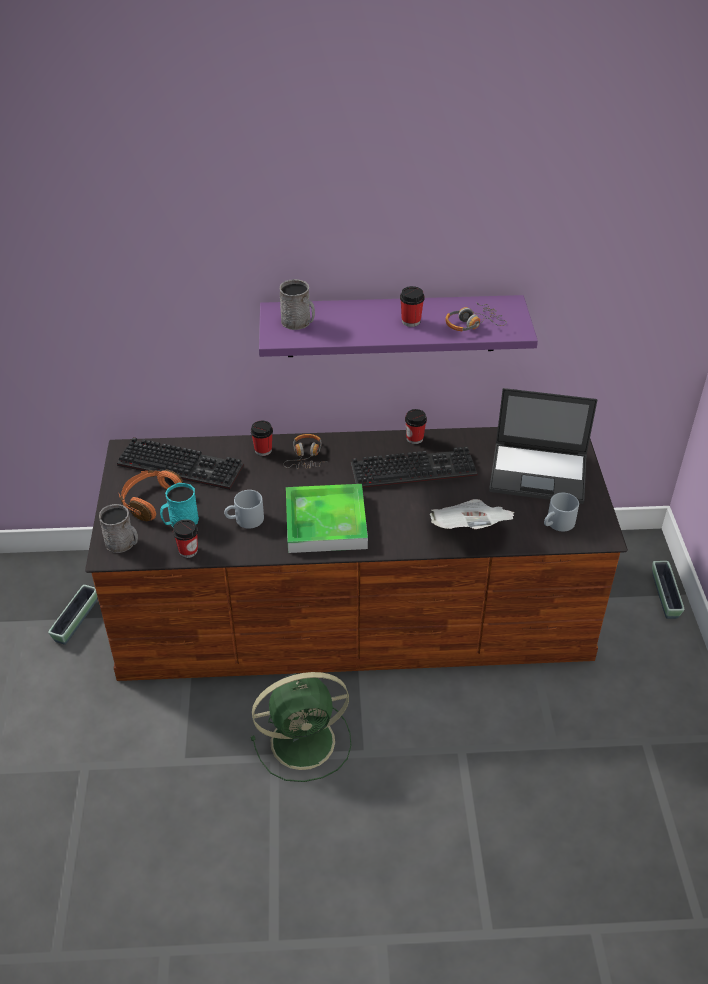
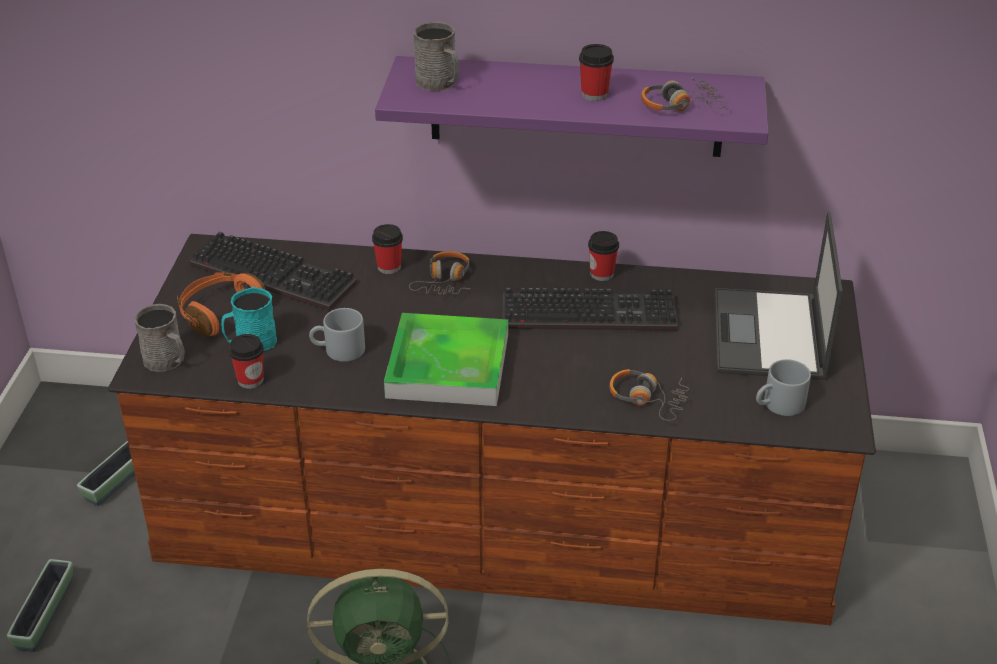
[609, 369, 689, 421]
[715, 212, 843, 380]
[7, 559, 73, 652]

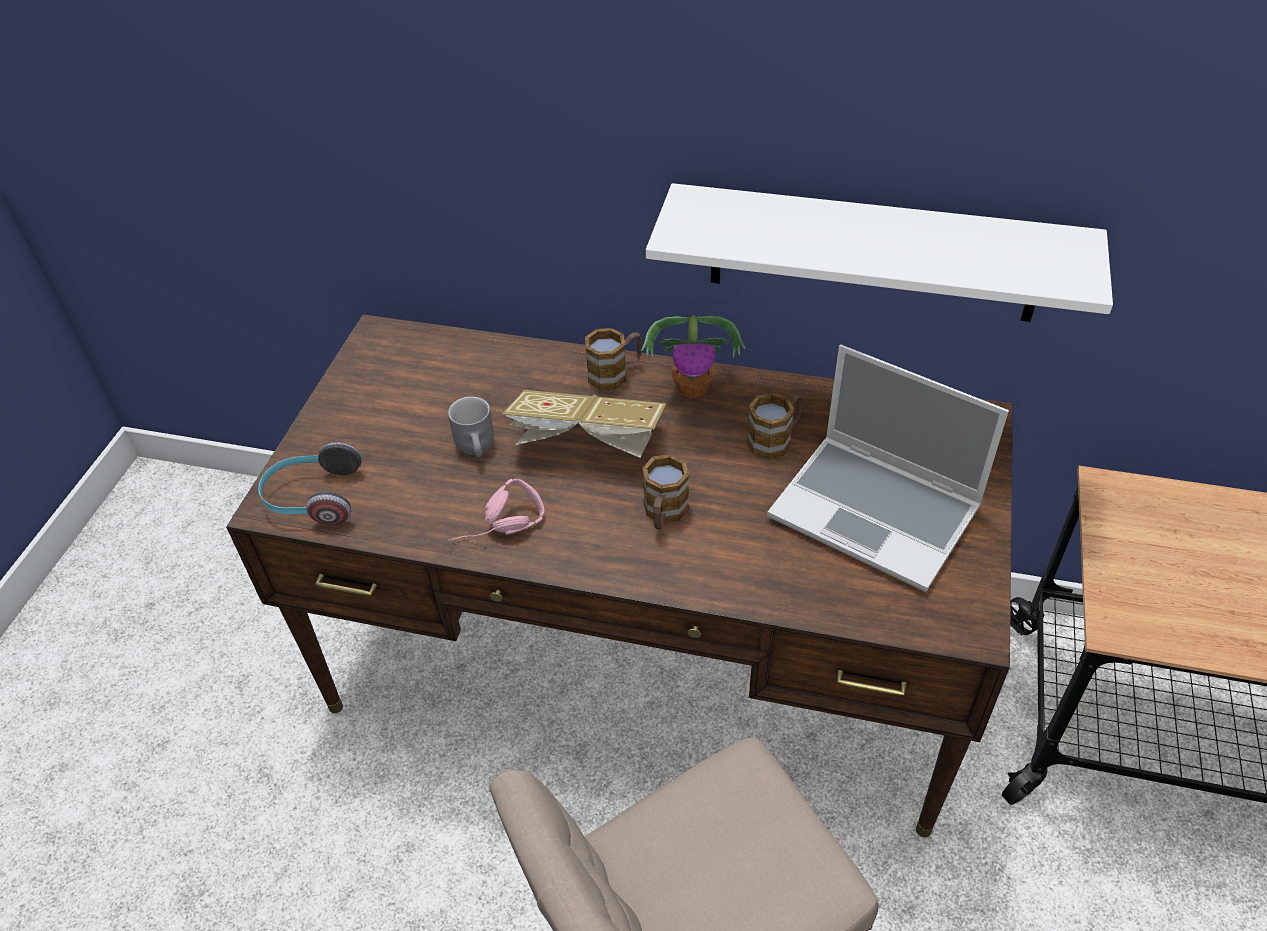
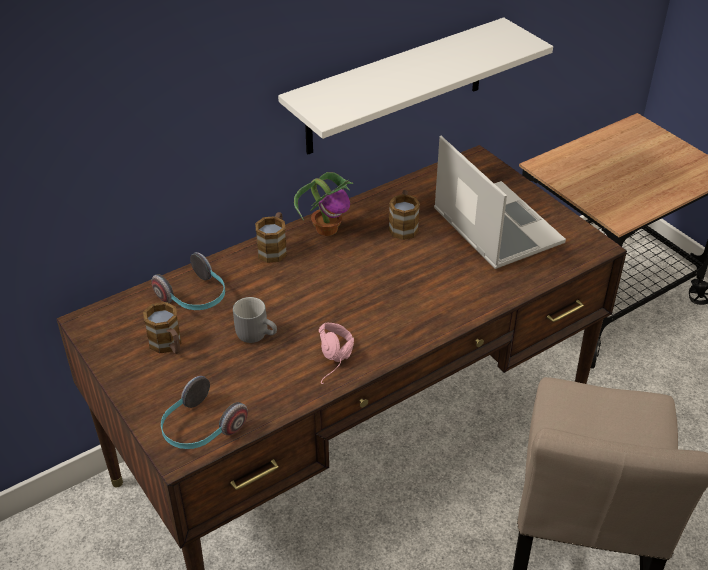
[502, 390, 666, 458] (first image)
[143, 302, 182, 354]
[434, 136, 566, 269]
[152, 252, 225, 310]

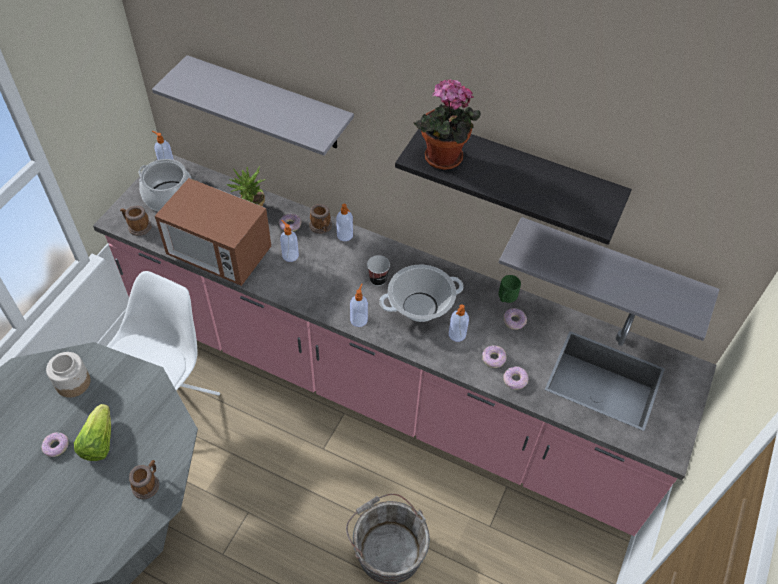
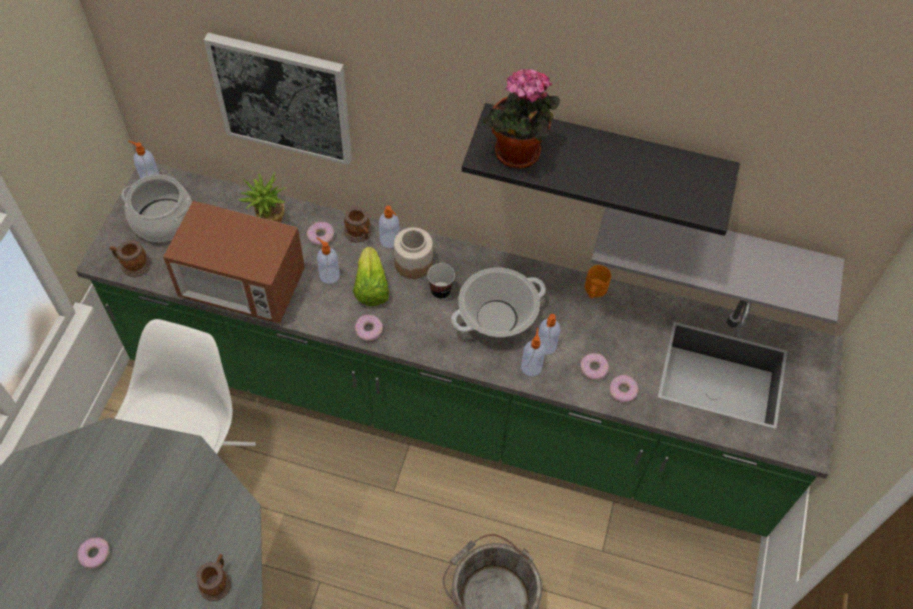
[394, 227, 433, 279]
[353, 247, 389, 306]
[76, 164, 843, 537]
[204, 33, 352, 165]
[521, 328, 545, 376]
[585, 265, 611, 298]
[355, 315, 383, 341]

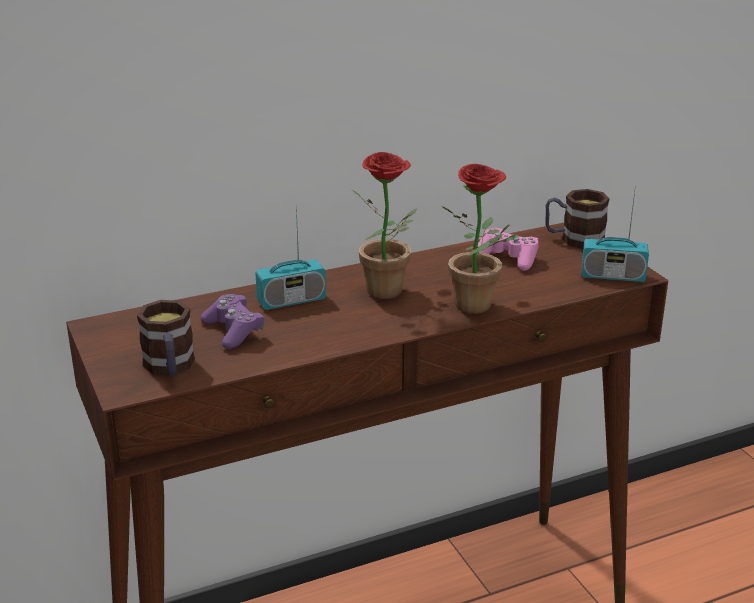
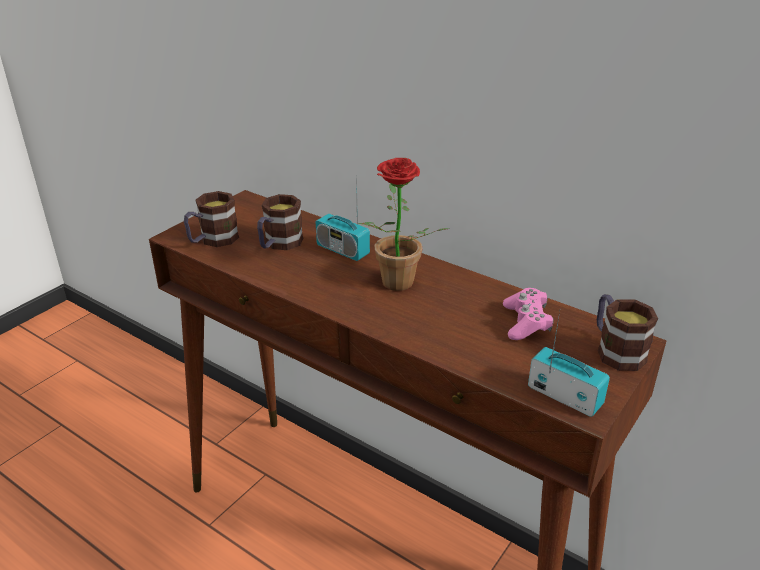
[257, 194, 303, 250]
[442, 164, 519, 314] (first image)
[528, 311, 610, 417]

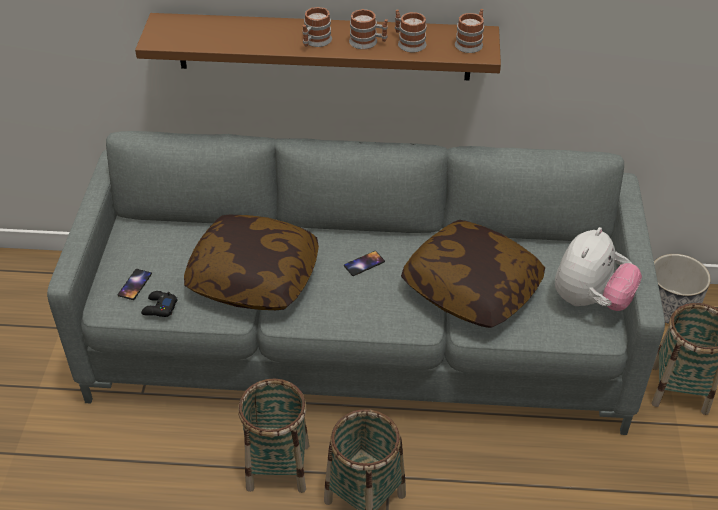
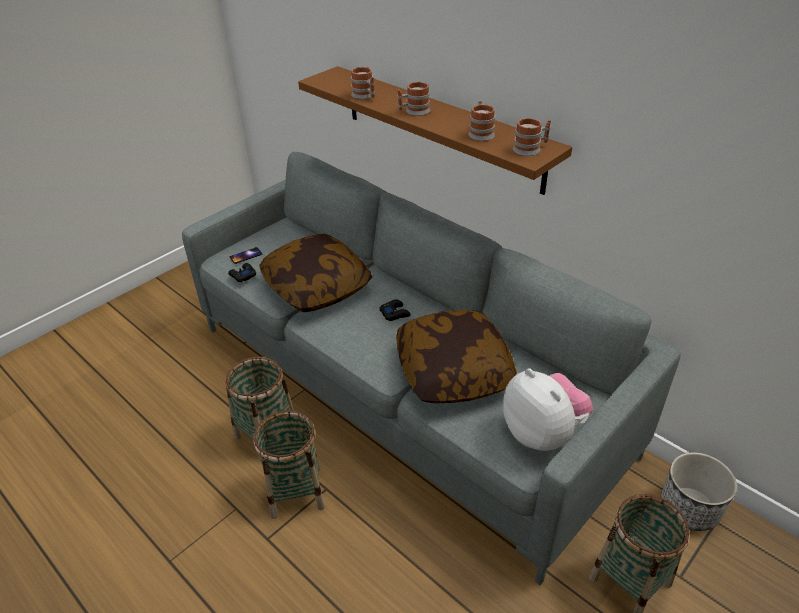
[379, 300, 411, 321]
[351, 67, 375, 99]
[503, 368, 593, 451]

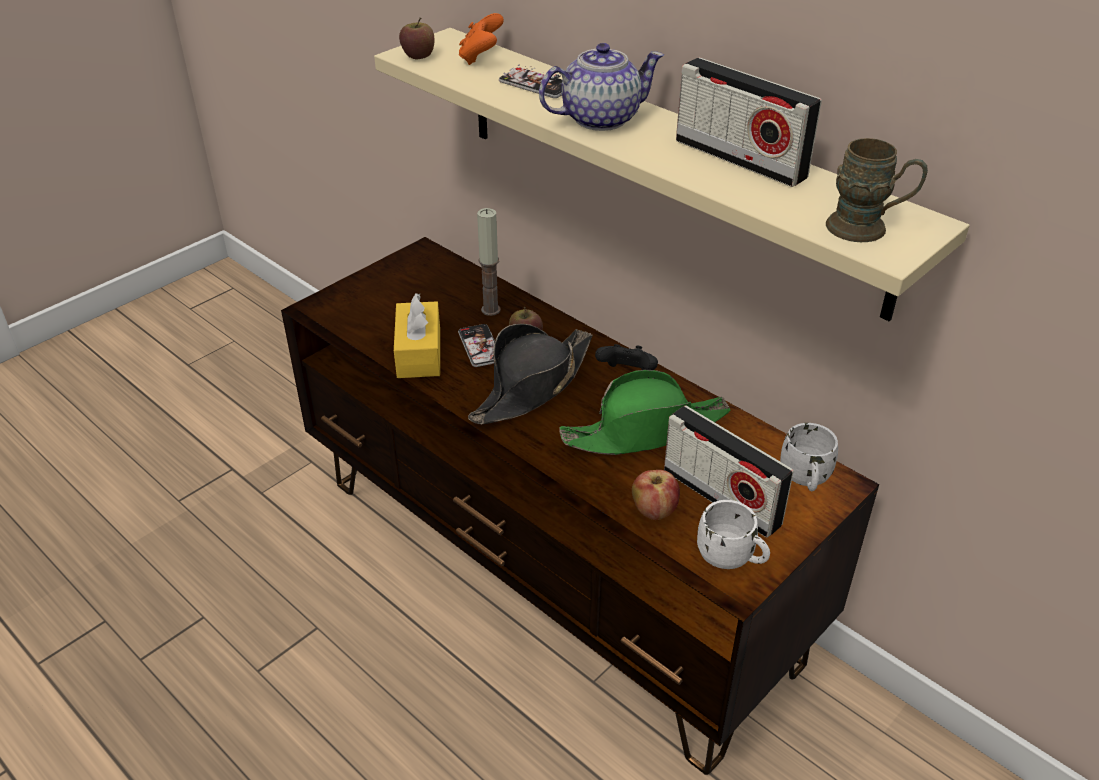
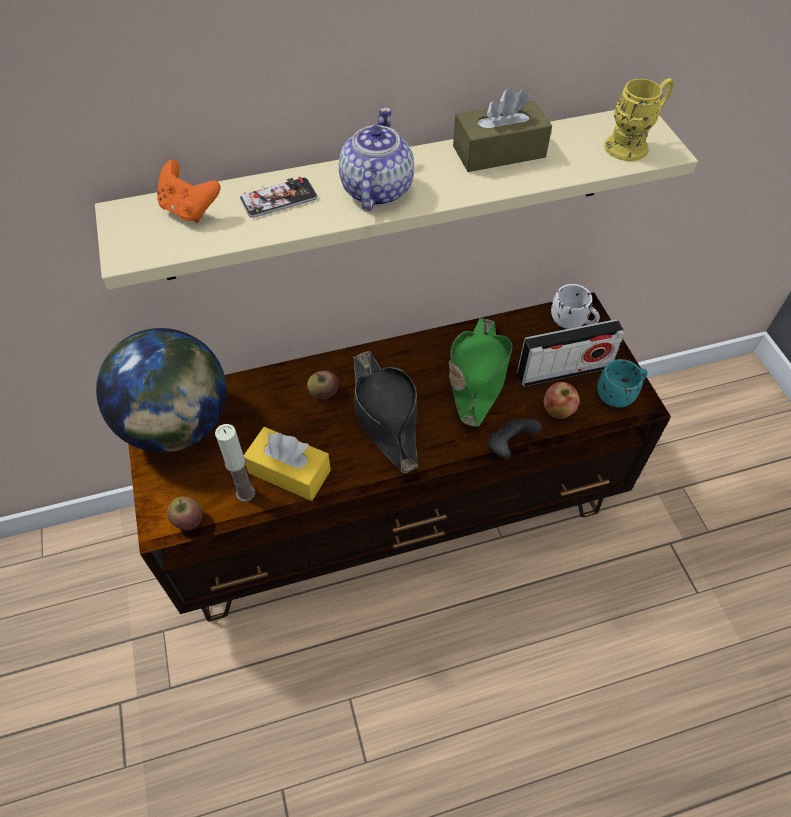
[167, 497, 202, 530]
[458, 324, 495, 367] (first image)
[215, 424, 255, 502]
[487, 419, 542, 458]
[453, 87, 552, 172]
[597, 359, 648, 408]
[604, 78, 674, 161]
[96, 328, 227, 452]

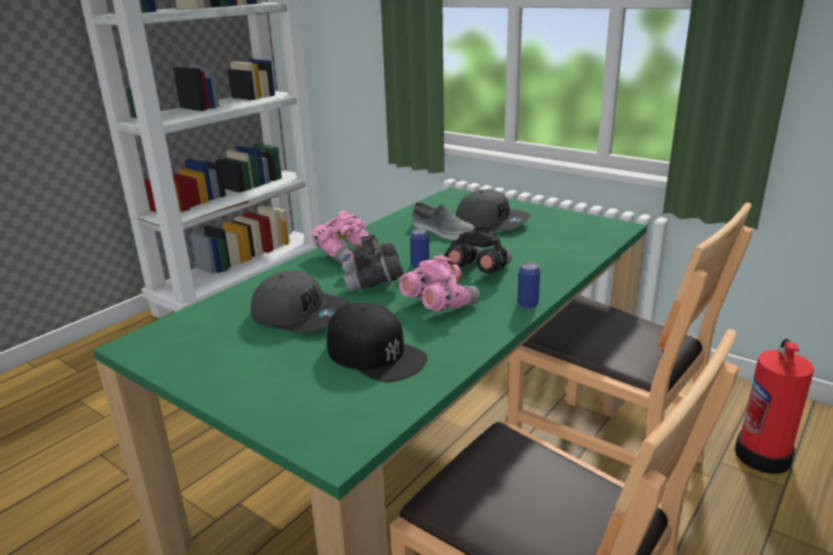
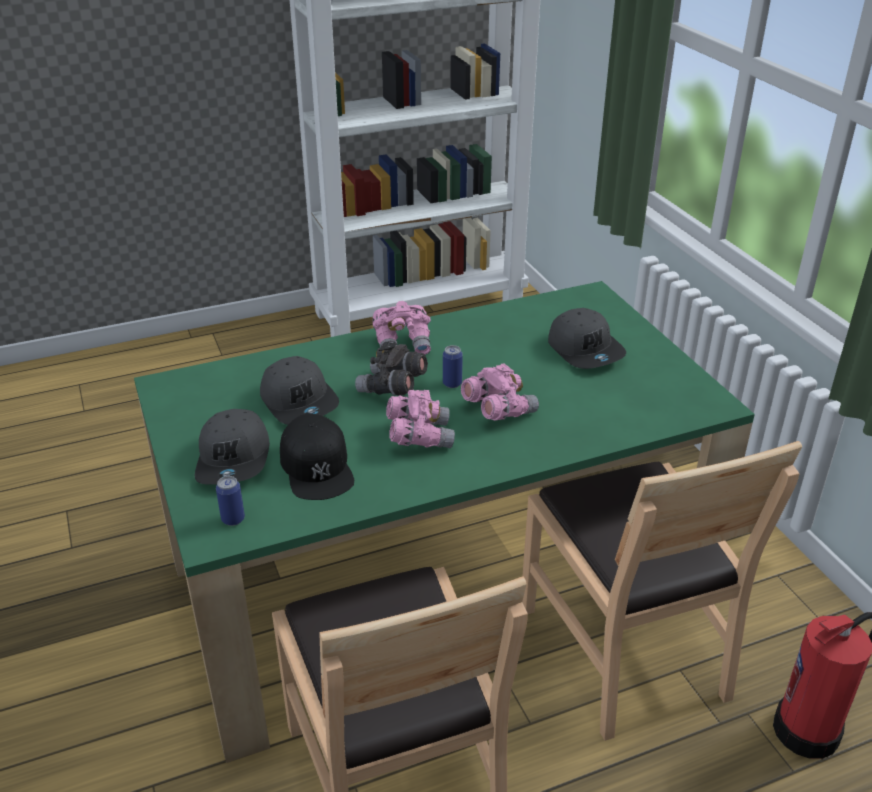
[413, 202, 475, 240] (first image)
[461, 363, 539, 421]
[216, 476, 245, 526]
[194, 409, 270, 485]

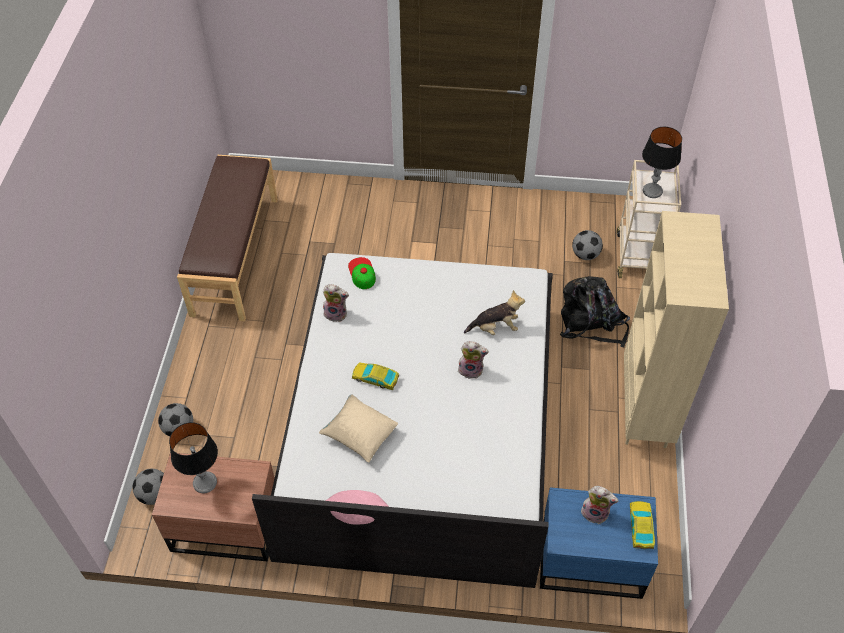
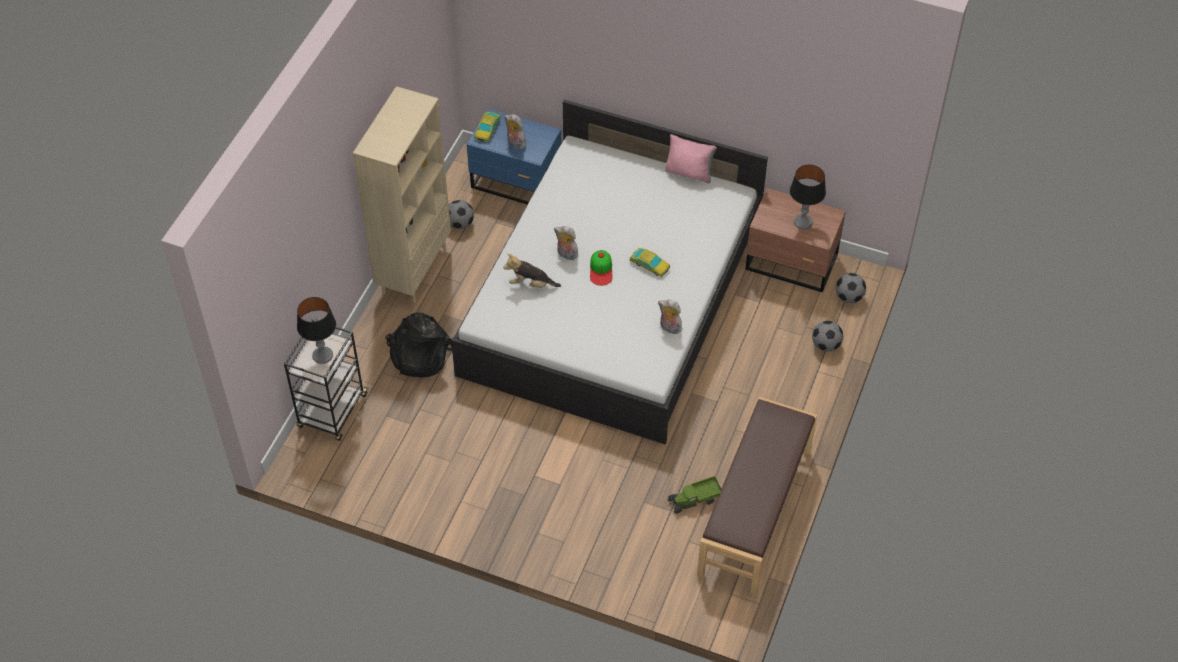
[319, 395, 398, 463] (first image)
[590, 250, 613, 286]
[449, 200, 474, 229]
[284, 319, 369, 441]
[668, 476, 721, 514]

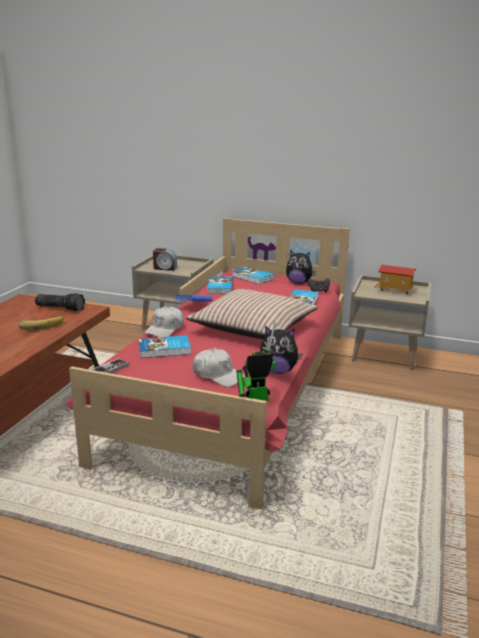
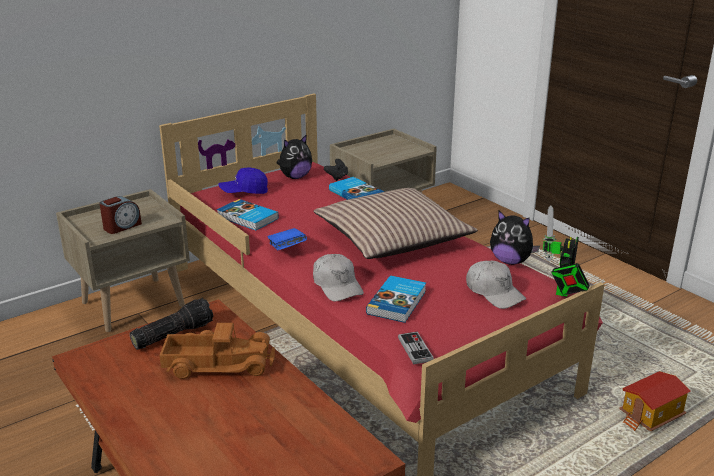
[159, 323, 275, 379]
[466, 260, 526, 309]
[218, 167, 268, 194]
[490, 211, 540, 265]
[619, 371, 691, 431]

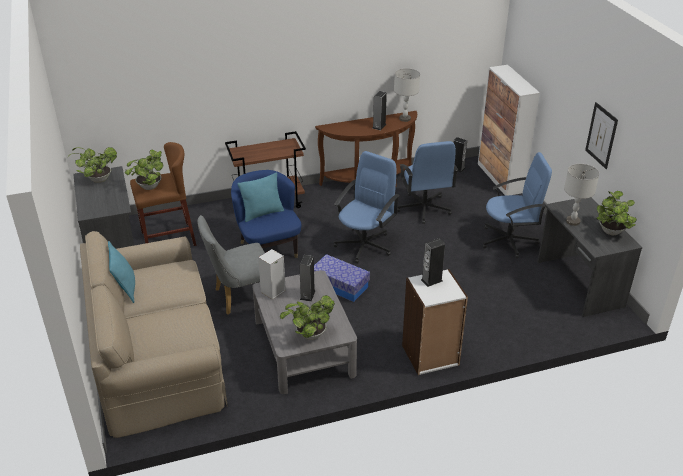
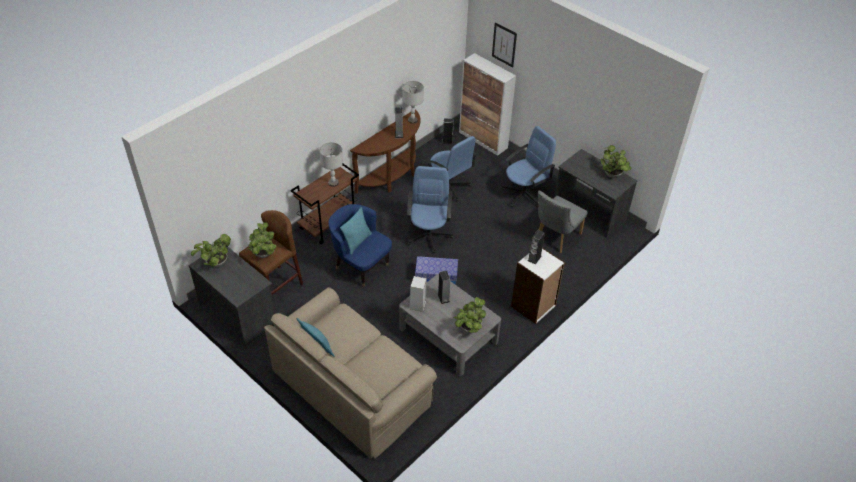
[538, 191, 587, 253]
[319, 142, 343, 187]
[492, 22, 517, 67]

